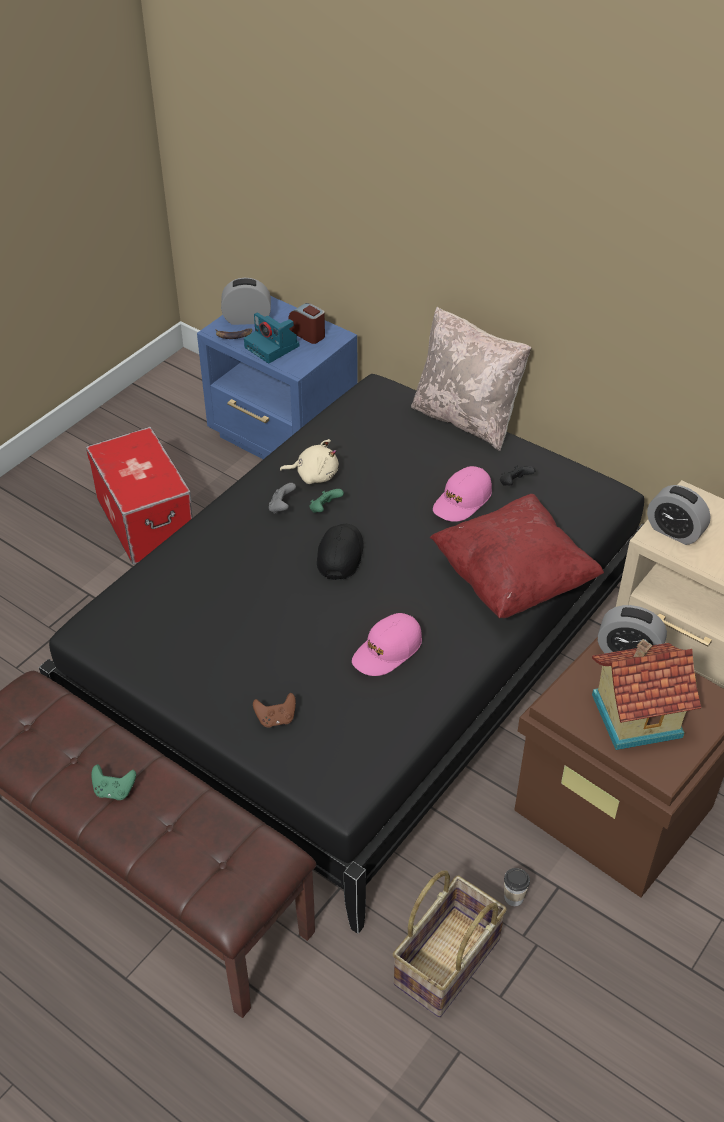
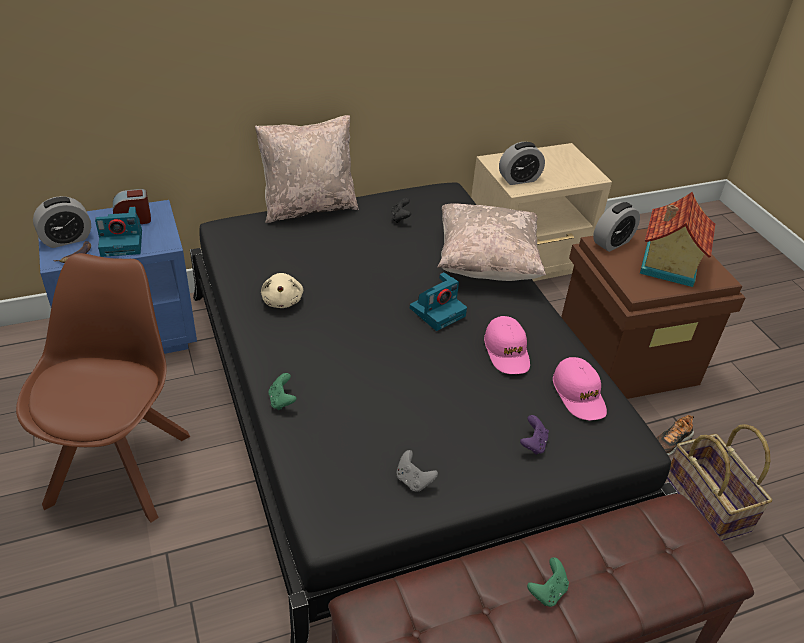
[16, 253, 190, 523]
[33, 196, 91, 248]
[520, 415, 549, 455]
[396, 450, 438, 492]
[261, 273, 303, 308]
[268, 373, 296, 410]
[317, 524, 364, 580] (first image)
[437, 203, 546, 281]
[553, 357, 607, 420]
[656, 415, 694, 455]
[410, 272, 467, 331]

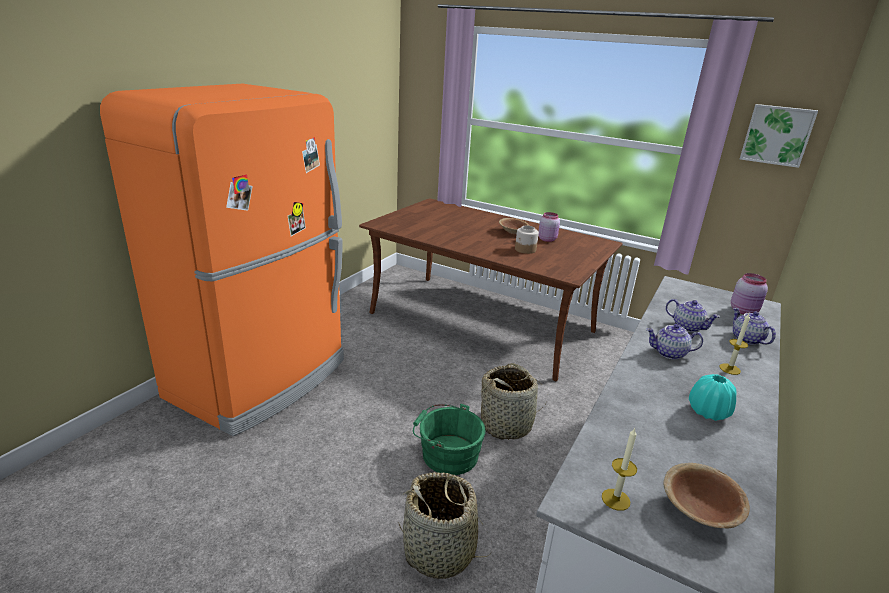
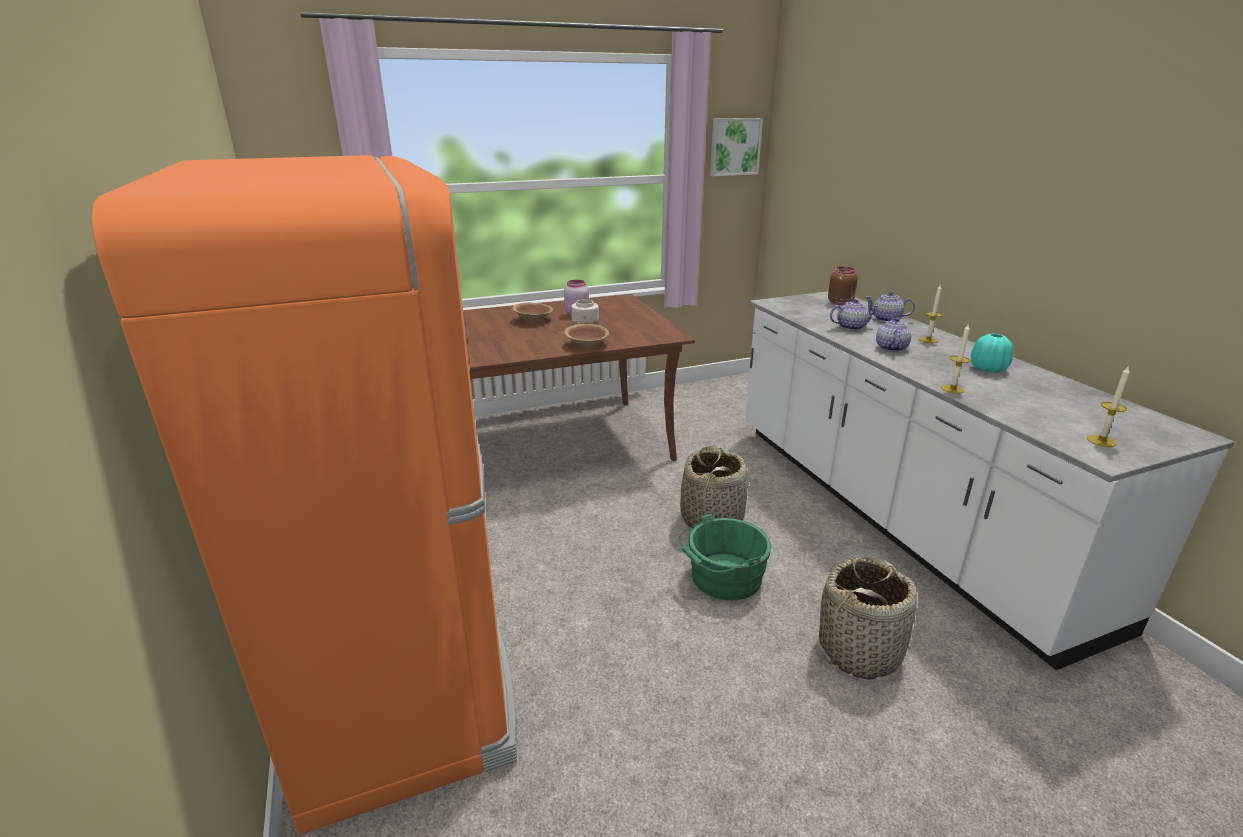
[876, 317, 911, 352]
[564, 324, 609, 348]
[828, 267, 858, 306]
[941, 323, 970, 394]

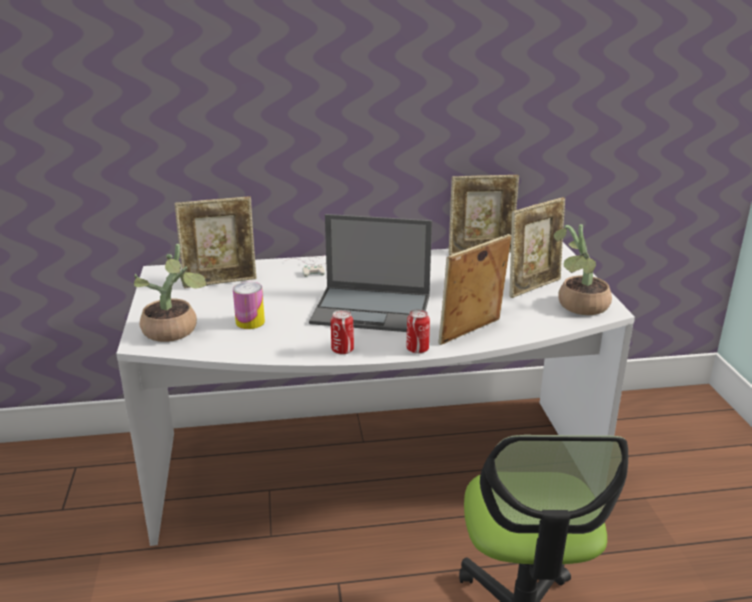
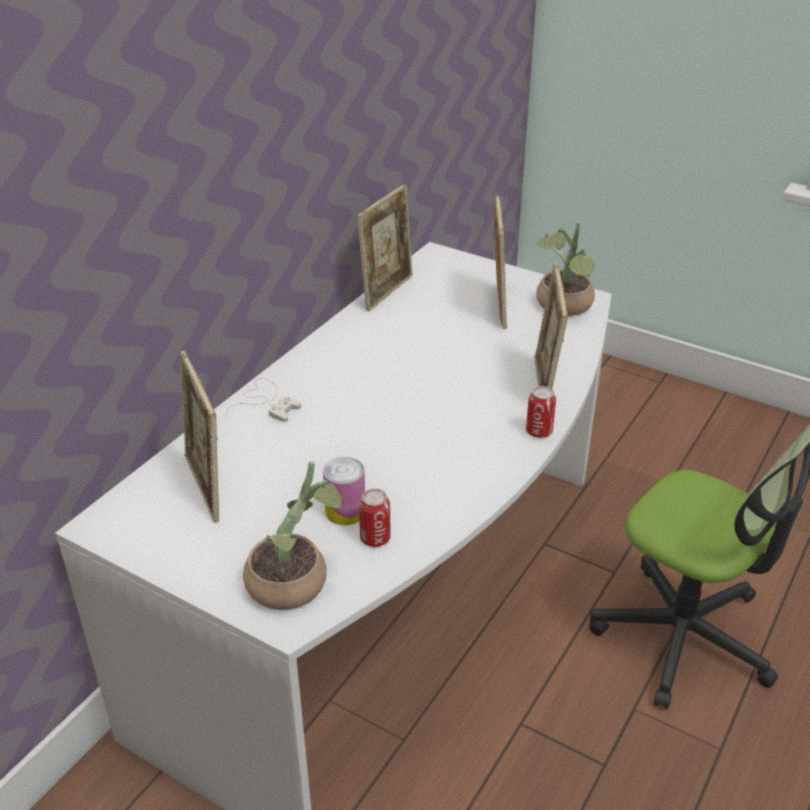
[180, 351, 219, 523]
[309, 214, 432, 332] (first image)
[359, 489, 391, 547]

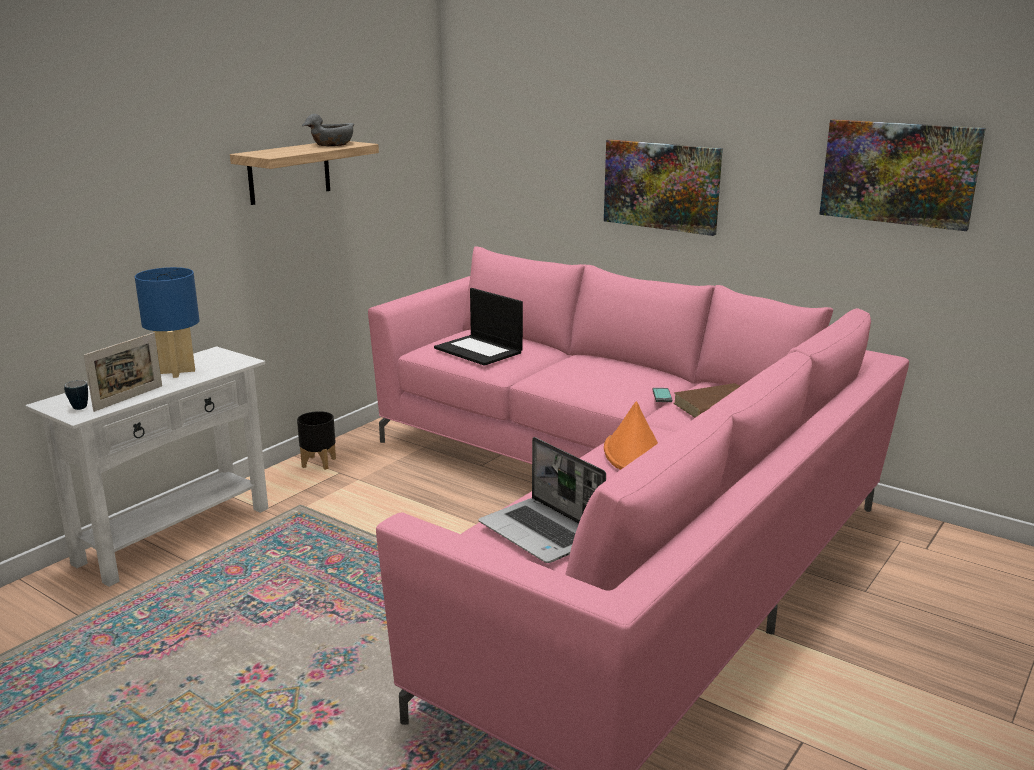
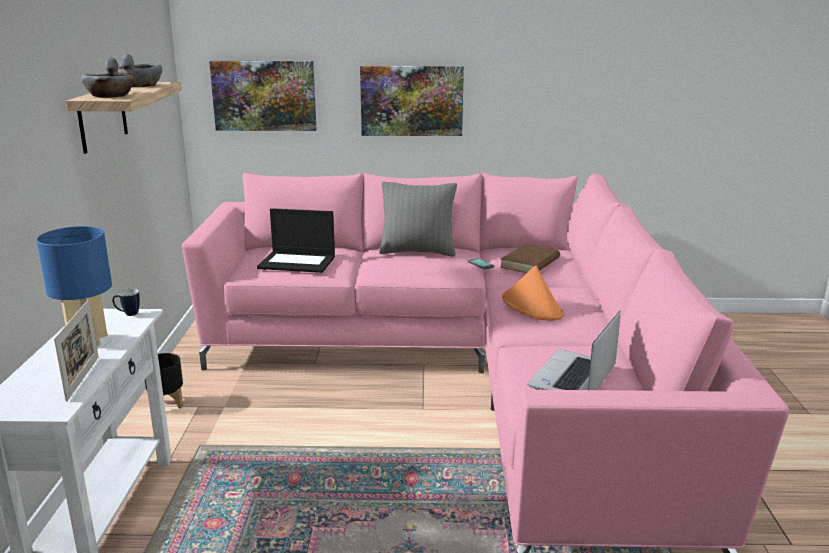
[112, 289, 140, 316]
[527, 311, 621, 390]
[209, 61, 317, 131]
[81, 58, 134, 98]
[379, 181, 457, 256]

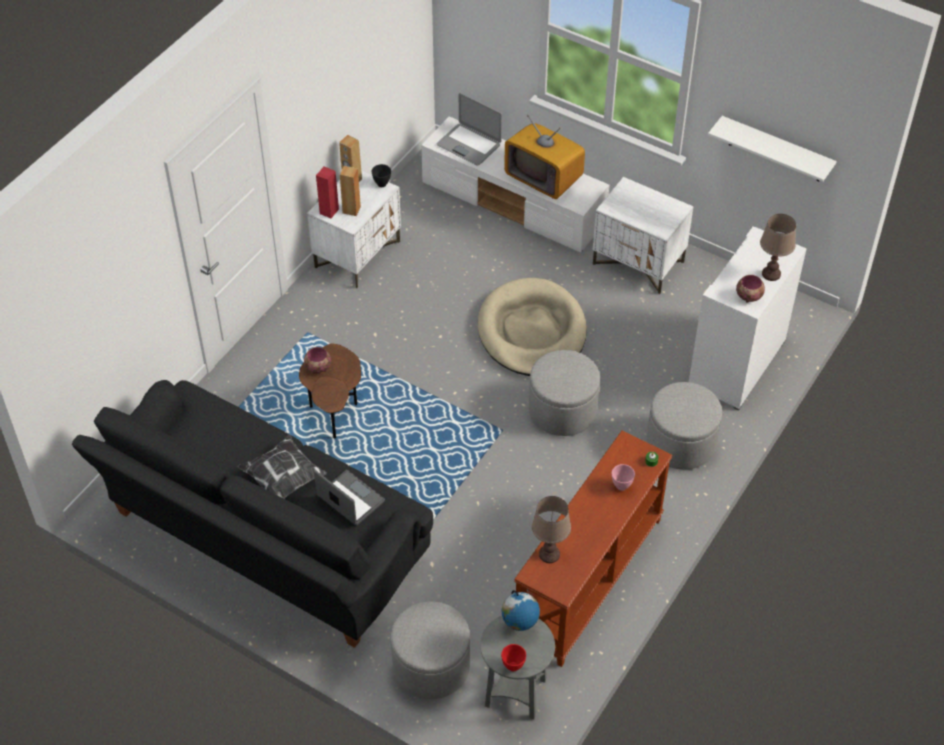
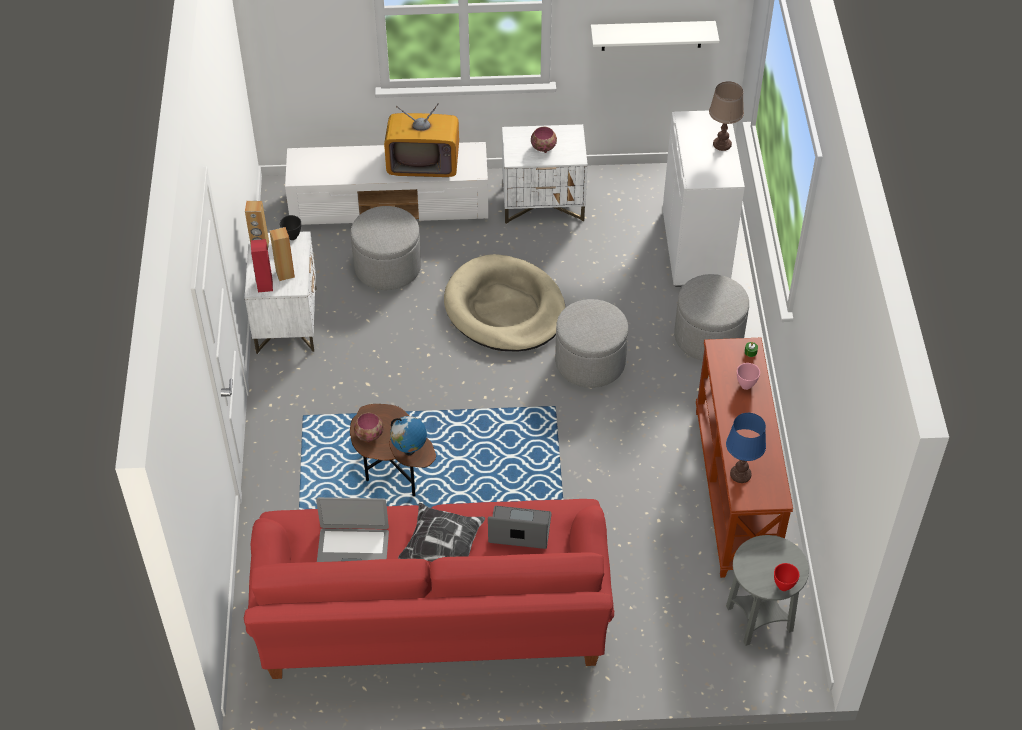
[244, 499, 614, 679]
[351, 206, 421, 290]
[316, 497, 389, 562]
[390, 416, 427, 455]
[726, 413, 766, 483]
[531, 127, 557, 153]

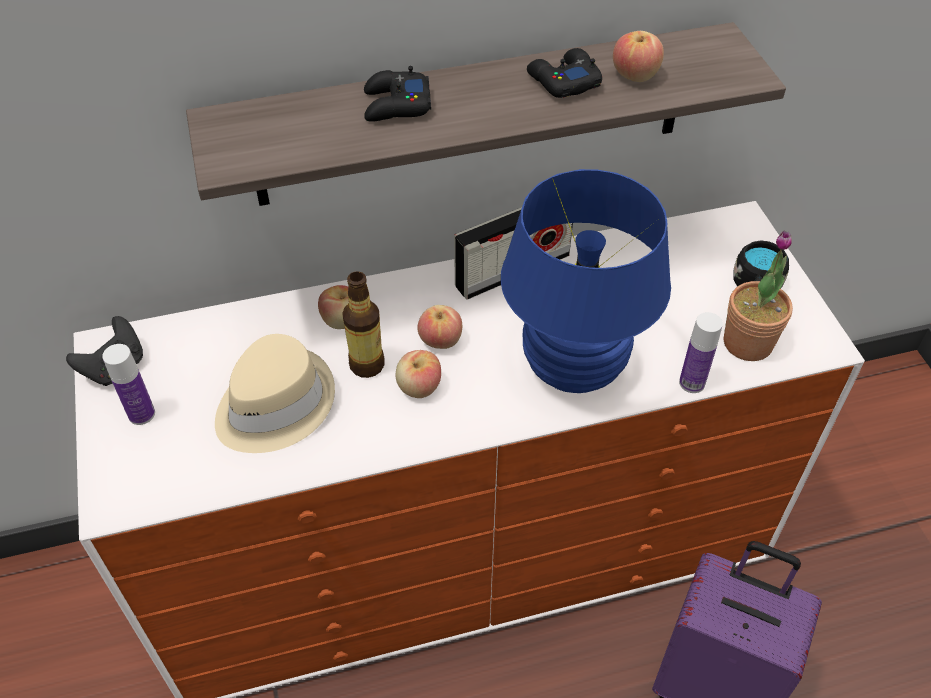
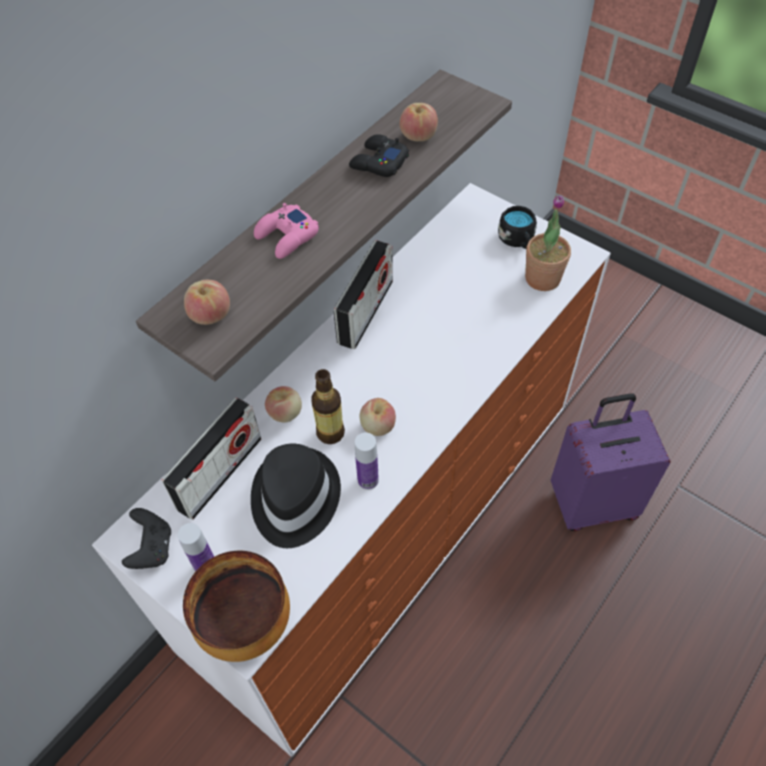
[251, 444, 341, 548]
[254, 203, 319, 259]
[184, 280, 230, 325]
[501, 169, 671, 393] (first image)
[355, 432, 379, 490]
[162, 398, 261, 520]
[183, 551, 290, 662]

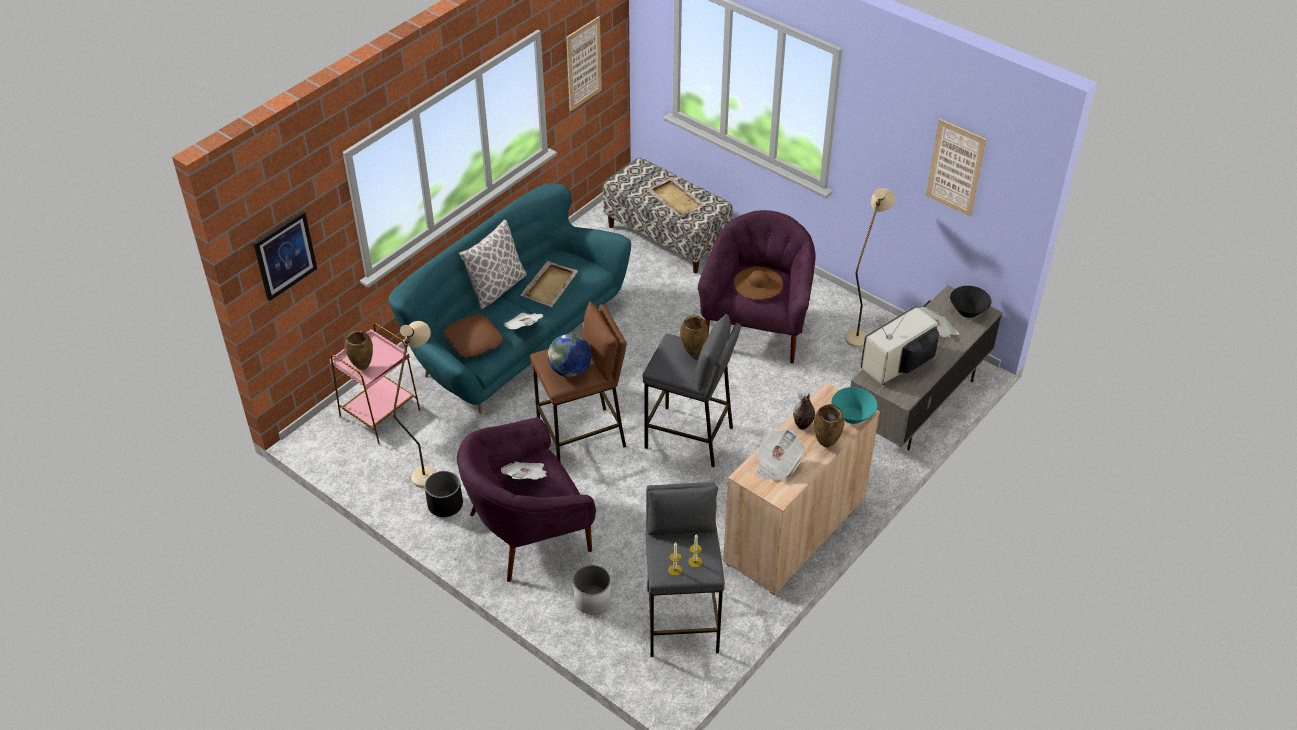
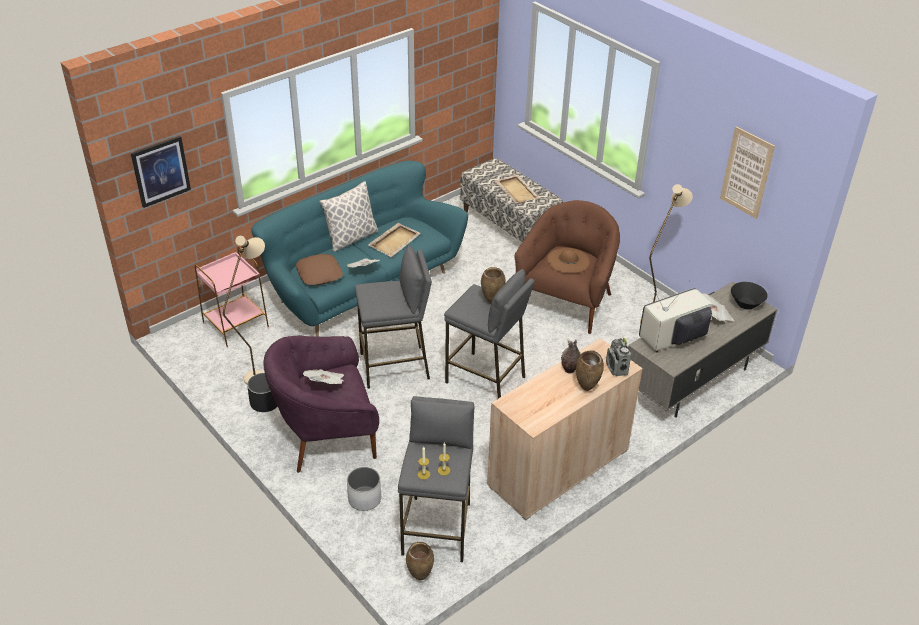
[406, 542, 434, 580]
[355, 245, 432, 389]
[548, 334, 591, 377] (first image)
[566, 16, 602, 111] (first image)
[514, 200, 620, 334]
[756, 429, 805, 482] (first image)
[606, 338, 631, 376]

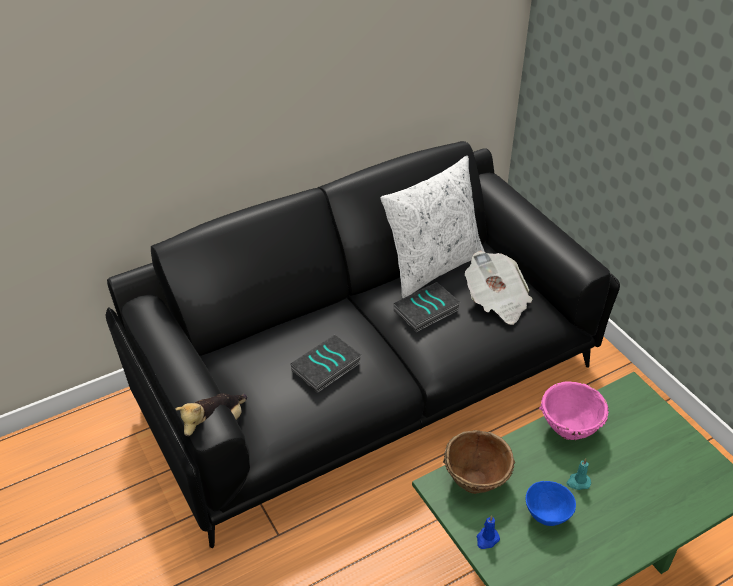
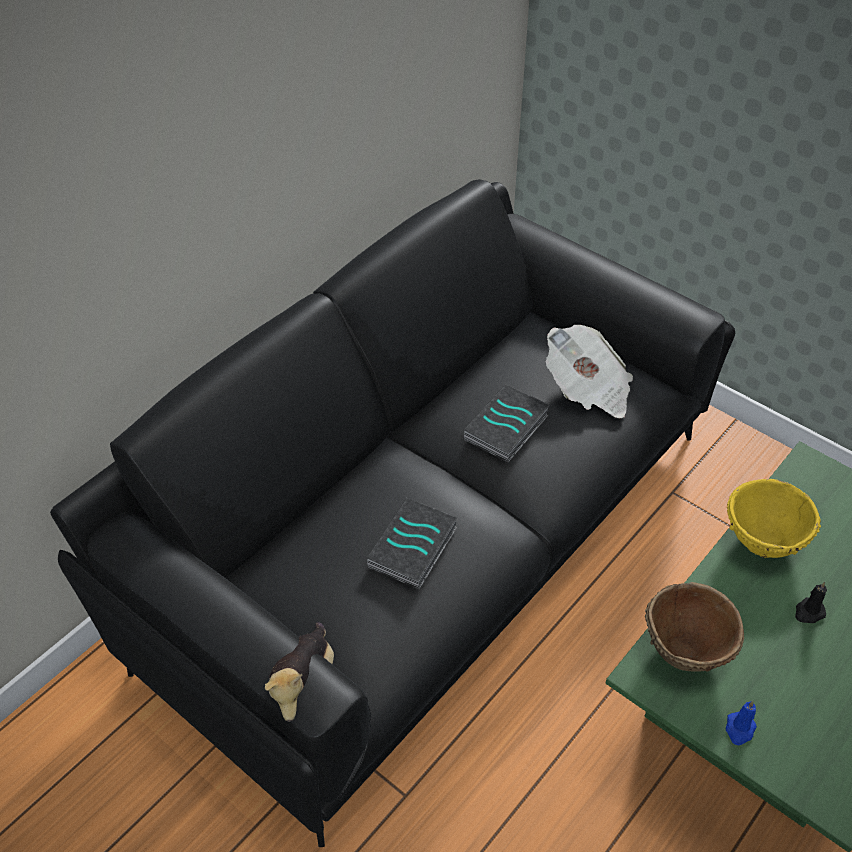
[380, 156, 485, 298] (first image)
[526, 481, 576, 526] (first image)
[727, 479, 821, 558]
[795, 582, 827, 623]

